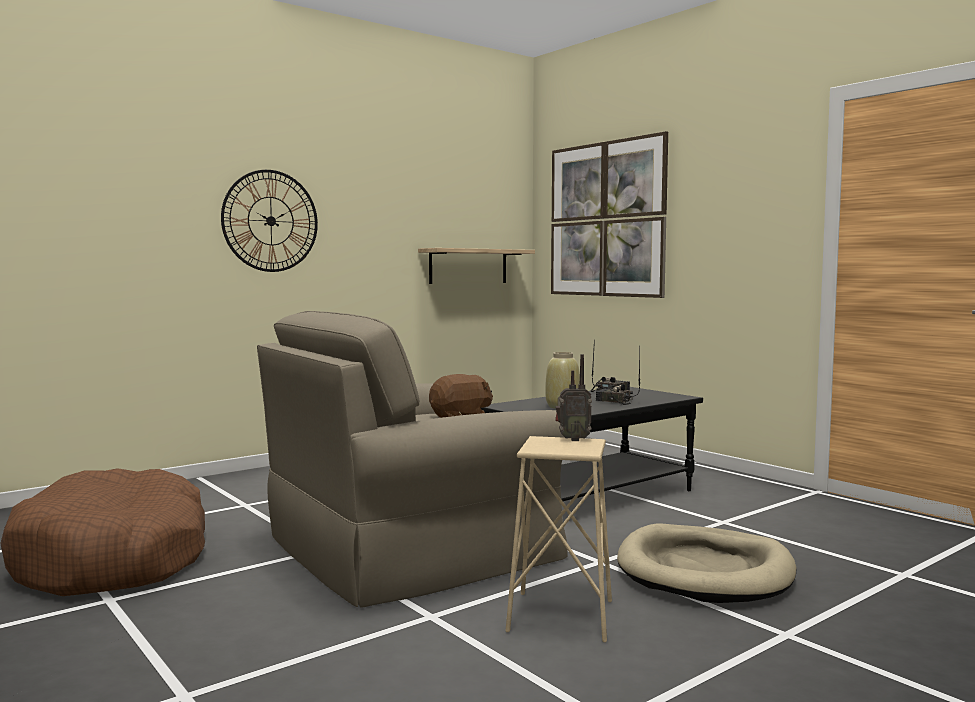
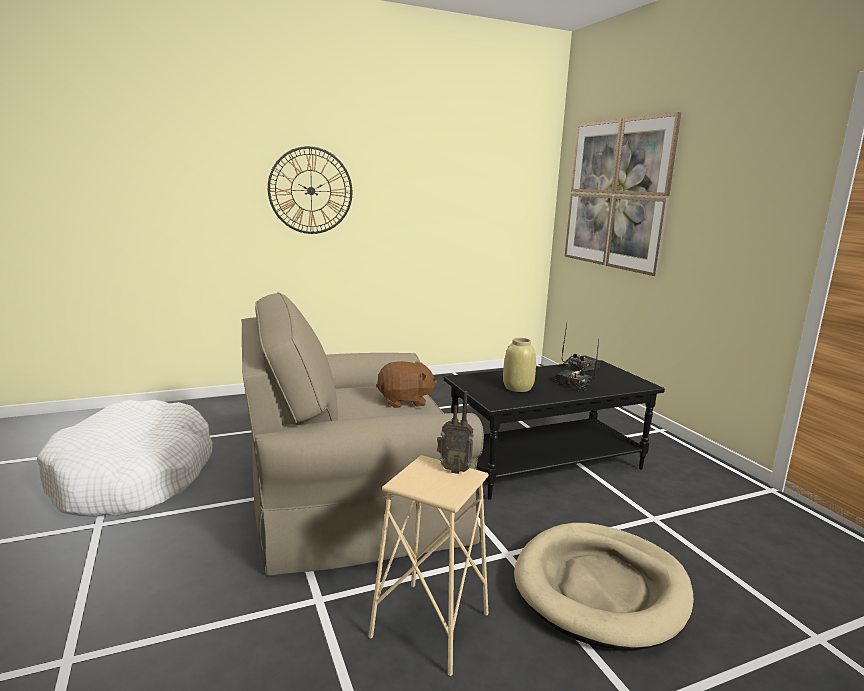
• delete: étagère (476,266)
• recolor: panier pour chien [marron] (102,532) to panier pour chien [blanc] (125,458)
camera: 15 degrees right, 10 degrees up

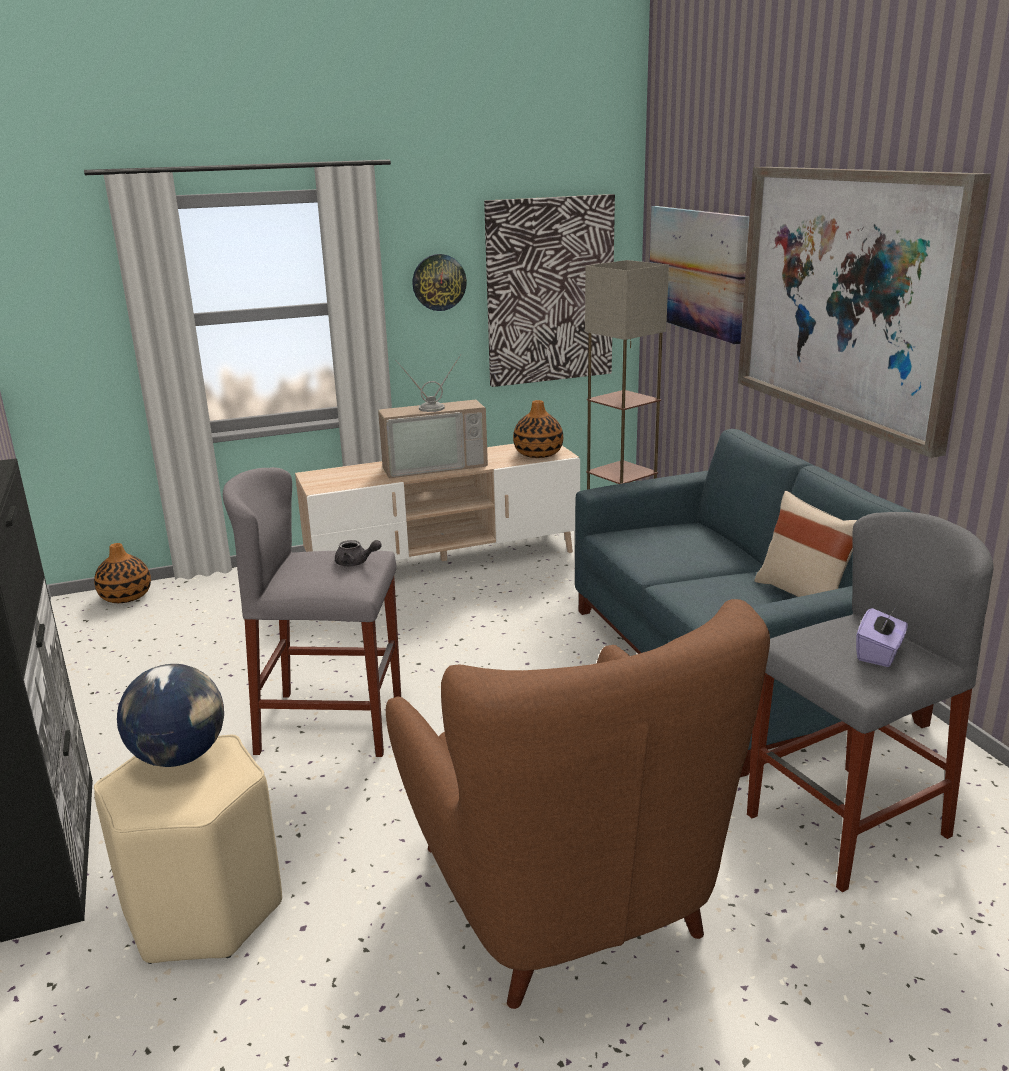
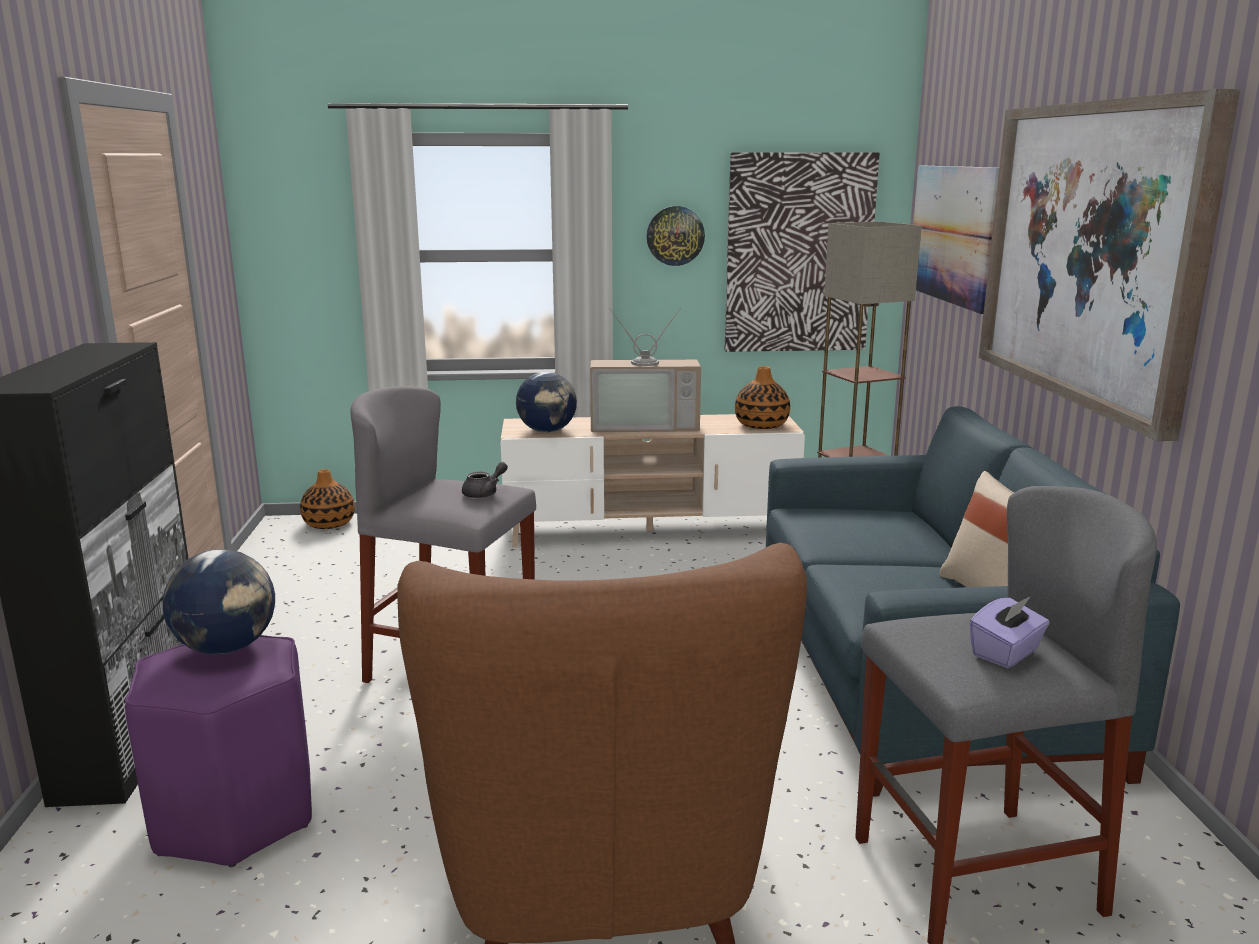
• insert: globe (546,402)
• recolor: tabouret [beige] (188,849) to tabouret [violet] (218,751)
• rotate: théière [gris] (358,553) = (485,480) 75 degrees counterclockwise
camera: 15 degrees right, 5 degrees down

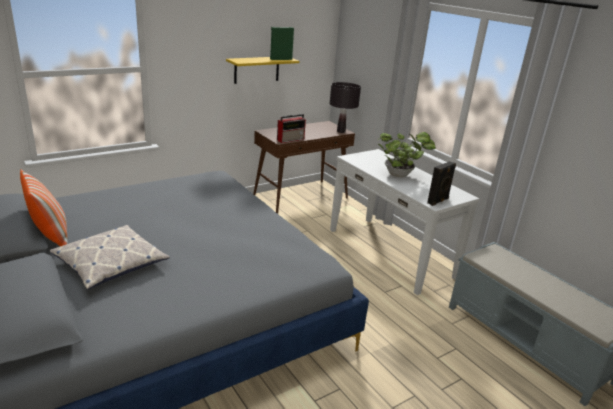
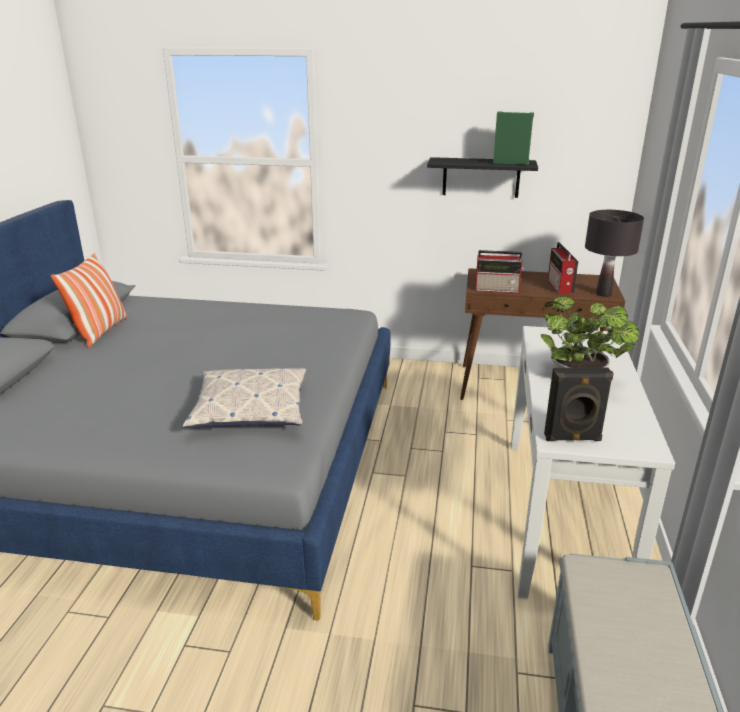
• insert: radio (563,268)
• move: coussin (110,257) to (244,398)
• recolor: étagère [jaune] (262,70) to étagère [noir] (482,177)
camera: 45 degrees right, 0 degrees up

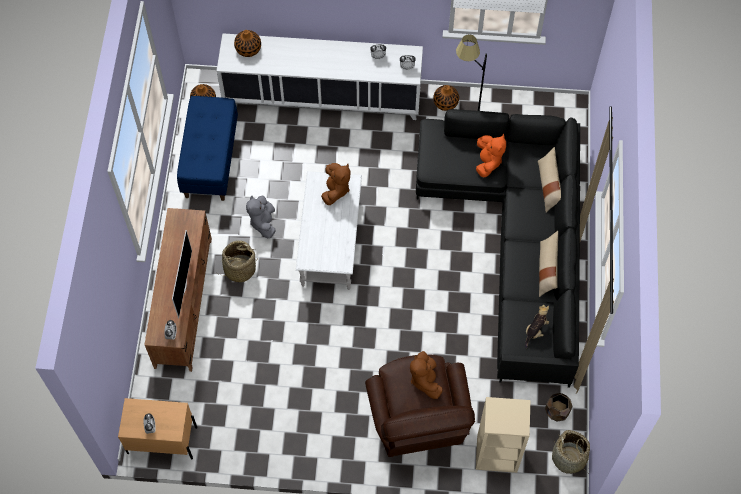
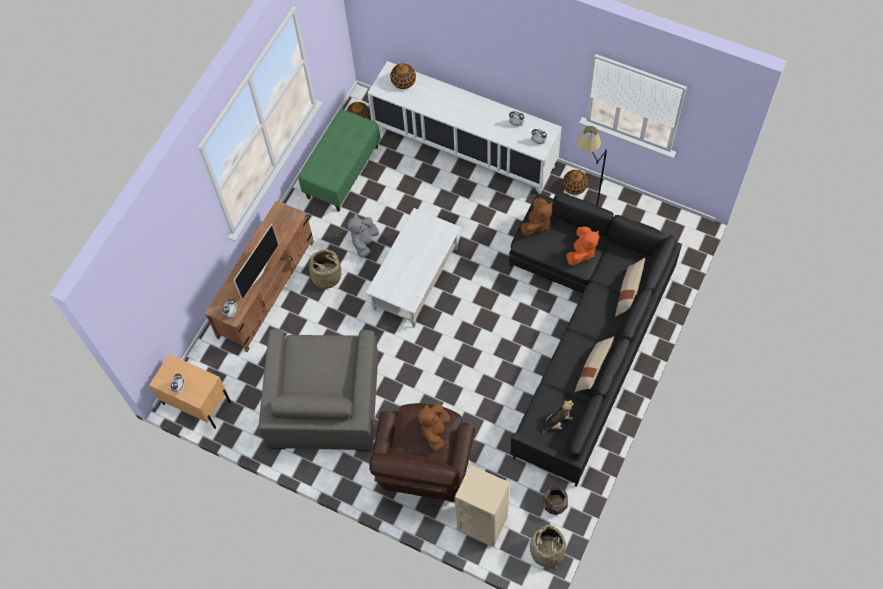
• insert: fauteuil [gris] (318,390)
• move: peluche [marron] (335,184) to (536,217)
• recolor: banc [bleu] (207,148) to banc [vert] (340,160)
camera: 25 degrees right, 0 degrees up

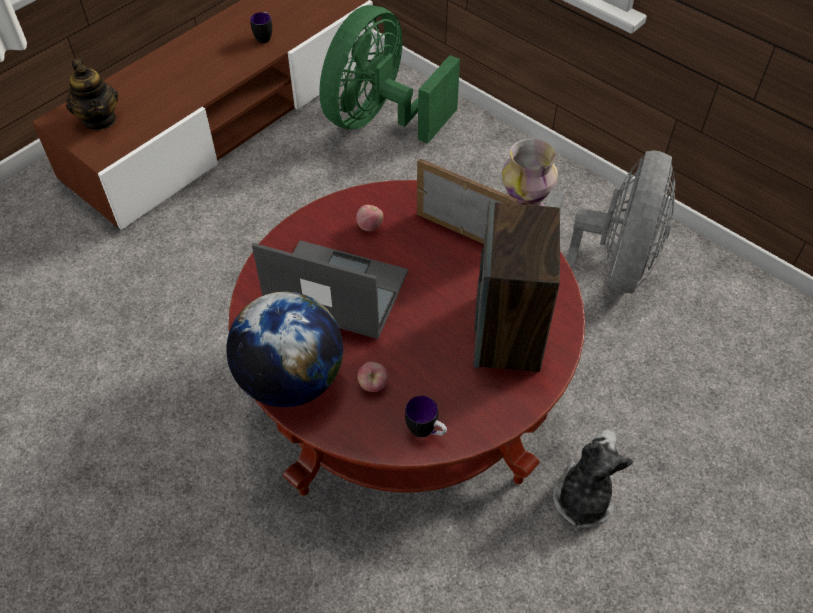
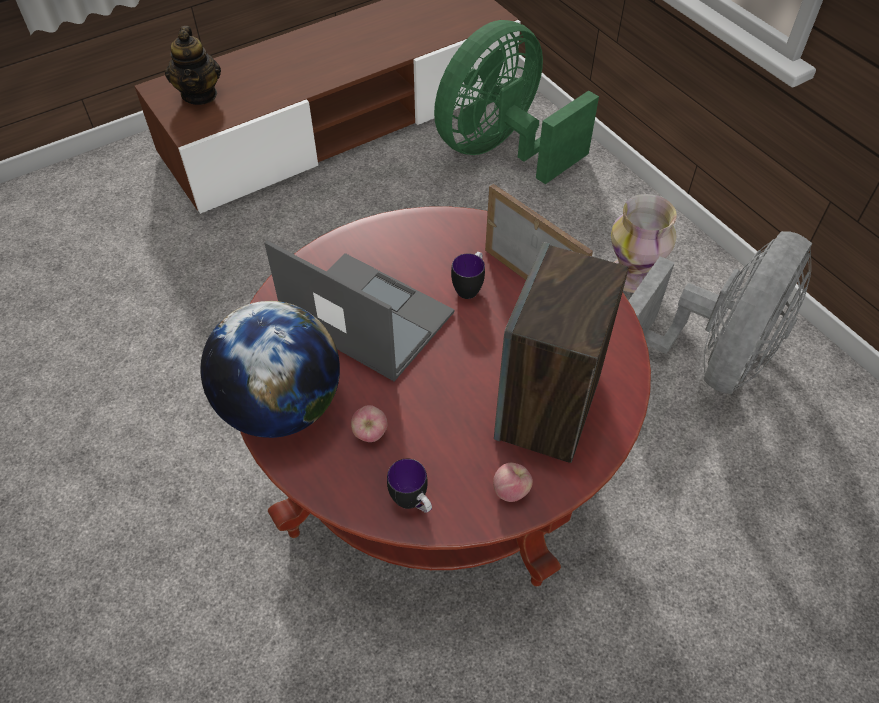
• delete: peluche (593,480)
• move: mug (261,27) to (468,275)
• move: pomme (369,218) to (513,482)
camera: 15 degrees right, 0 degrees up

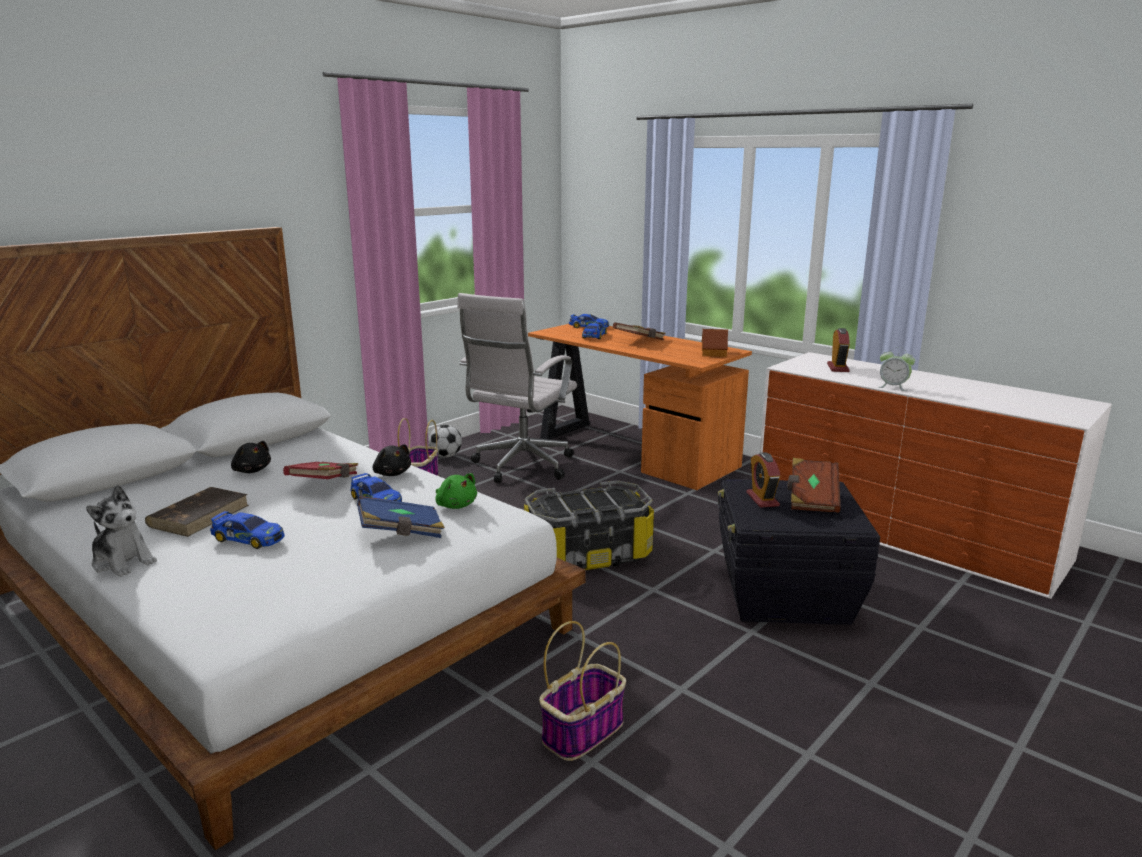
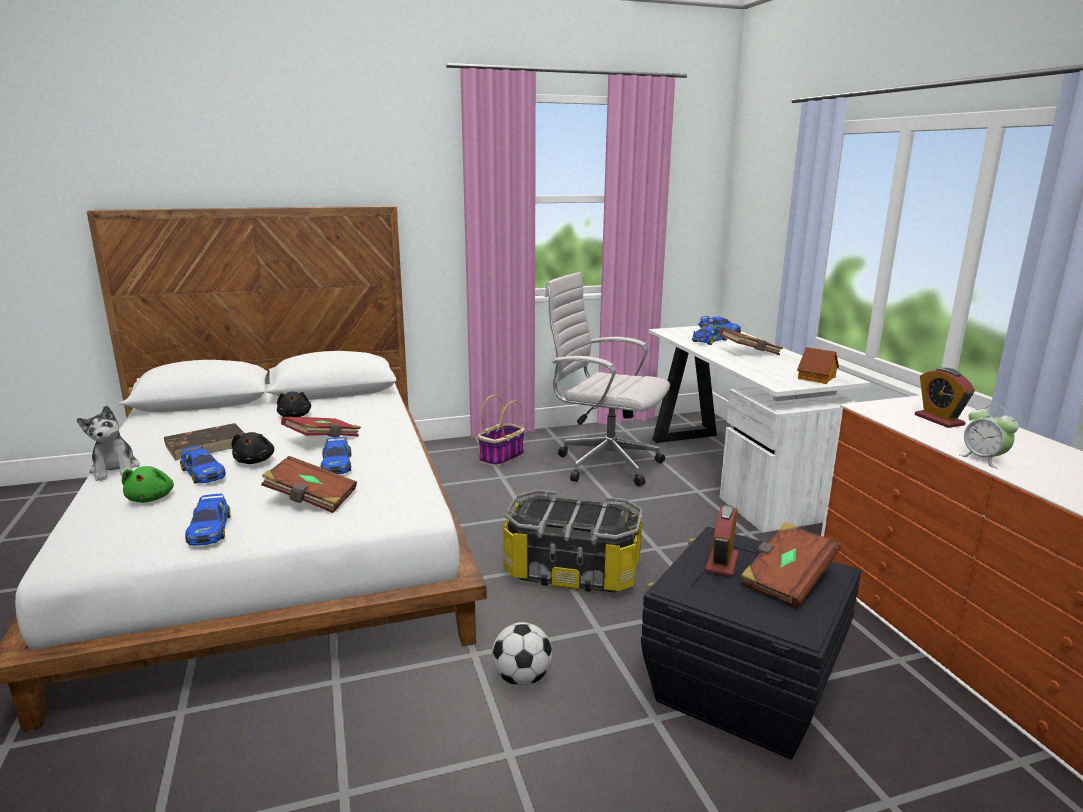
• delete: panier (582,691)
• insert: petite voiture (208,519)
• move: peluche [noir] (392,460) to (253,448)
• move: ballon de foot (445,441) to (522,654)
• move: peluche [vert] (456,491) to (148,484)
• recolor: livre [bleu] (401,517) to livre [marron] (309,484)
• recolor: bureau [orange] (640,407) to bureau [blanc] (759,429)
• rotate: chaise de bureau [blanc] (517,388) = (607,379) 60 degrees clockwise
• rotate: réveil (838,350) = (945,398) 120 degrees clockwise
camera: 30 degrees right, 0 degrees up

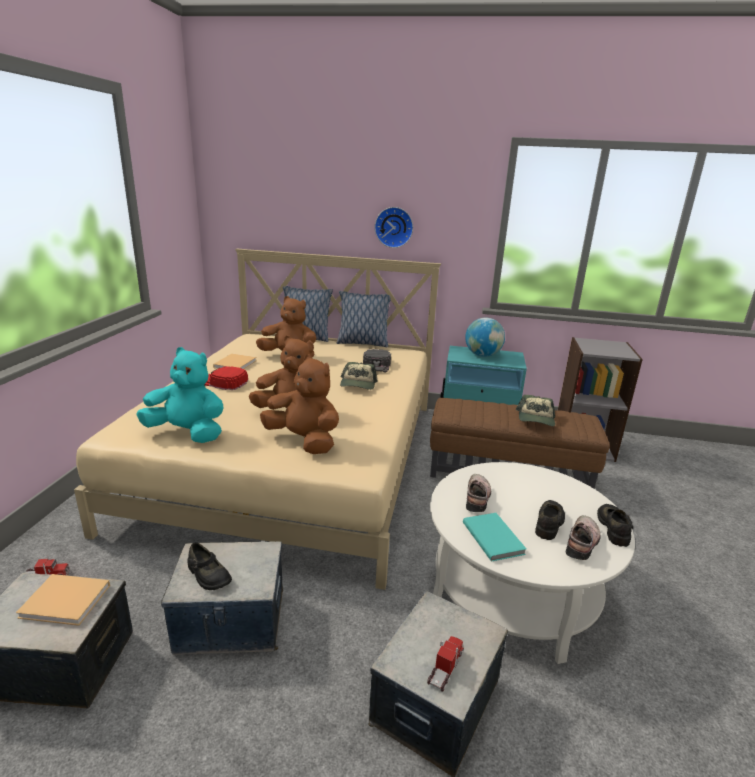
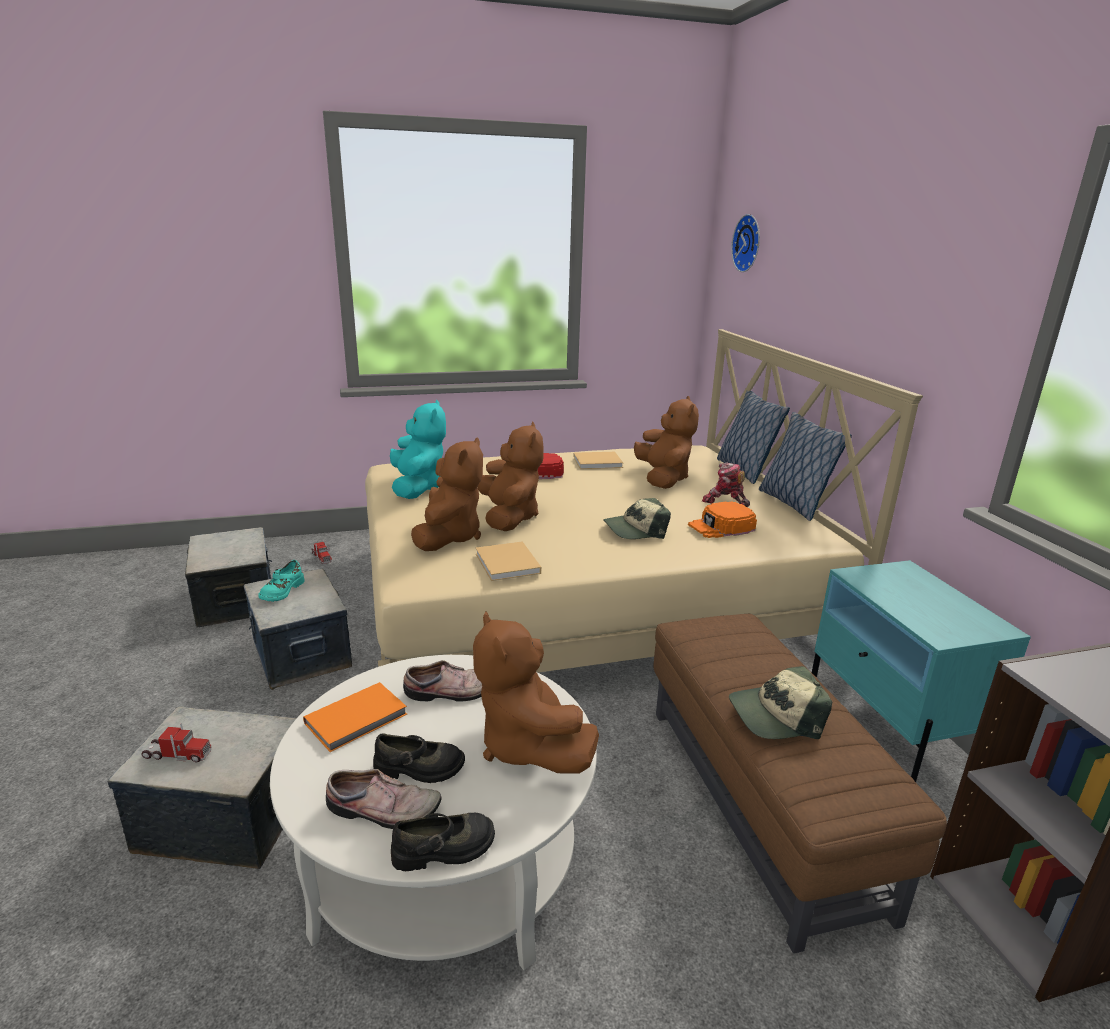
• delete: globe (485,337)
• insert: peluche [marron] (536,692)
• insert: robot jouet (726,484)
• move: livre [beige] (63,600) to (508,561)
• move: horloge murale (394,227) to (745,243)
• recolor: chaussure [noir] (210,566) to chaussure [turquoise] (281,581)
• recolor: casquette [noir] (377,360) to casquette [orange] (722,519)
• recolor: livre [turquoise] (494,537) to livre [orange] (355,717)
camera: 65 degrees right, 0 degrees up

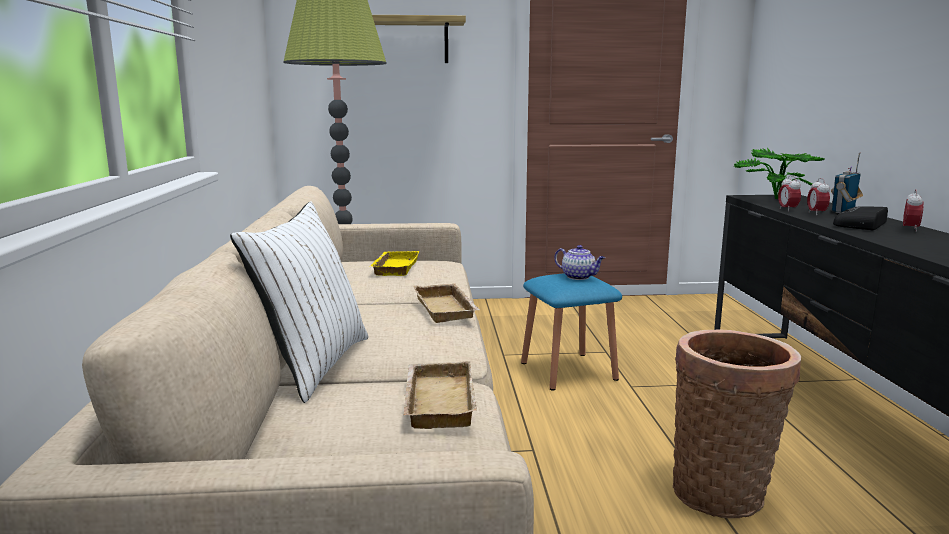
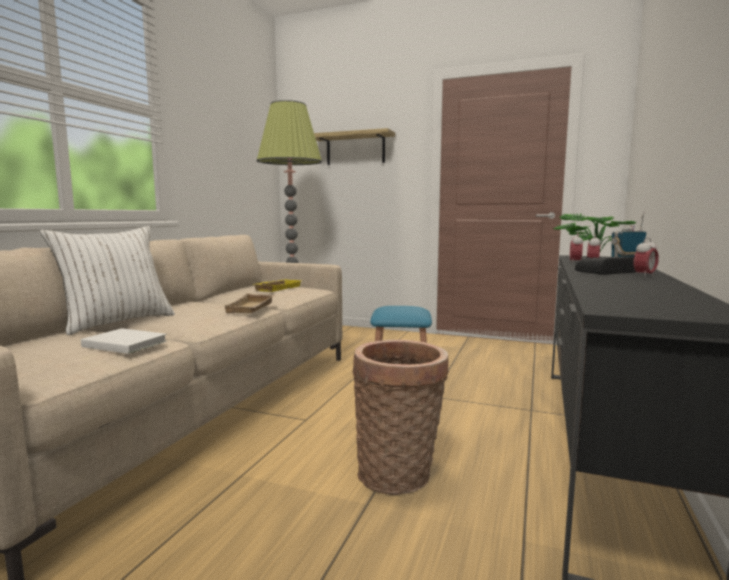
• delete: théière (579,262)
• replace: plateau [beige] (440,395) to livre [blanc] (124,341)
camera: 25 degrees right, 5 degrees down

